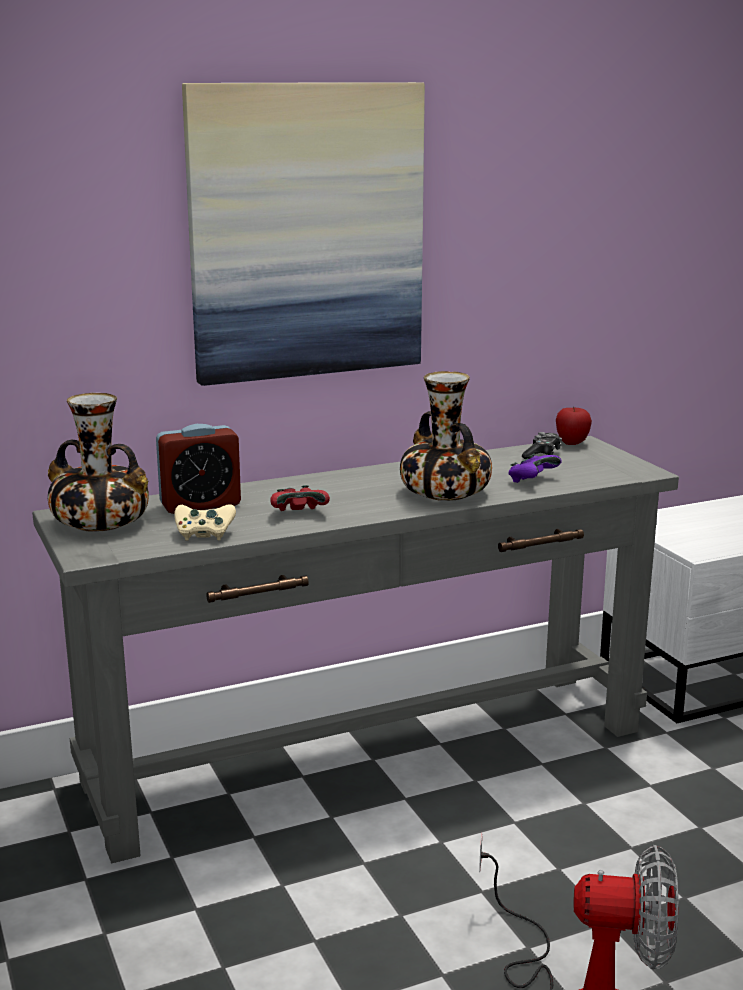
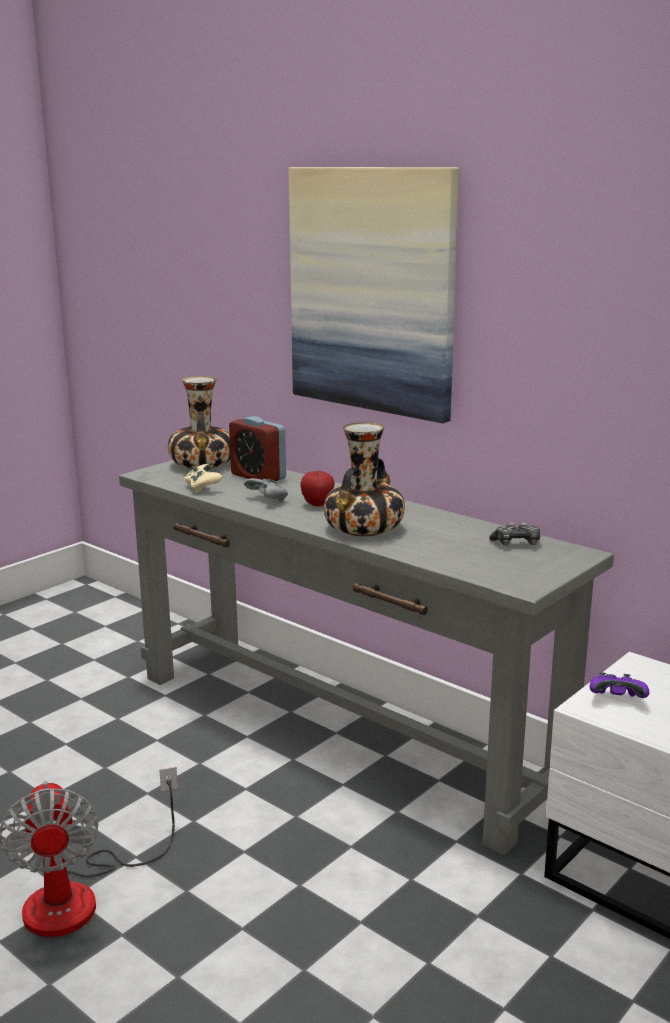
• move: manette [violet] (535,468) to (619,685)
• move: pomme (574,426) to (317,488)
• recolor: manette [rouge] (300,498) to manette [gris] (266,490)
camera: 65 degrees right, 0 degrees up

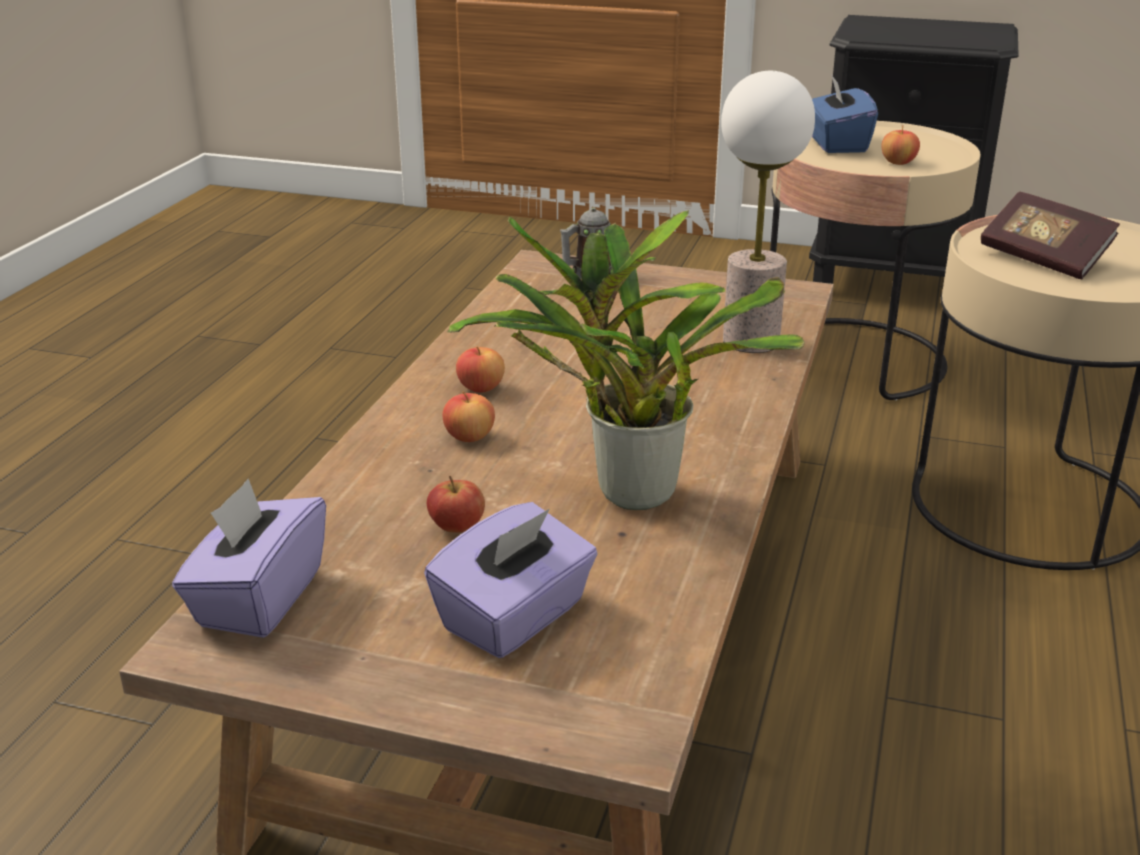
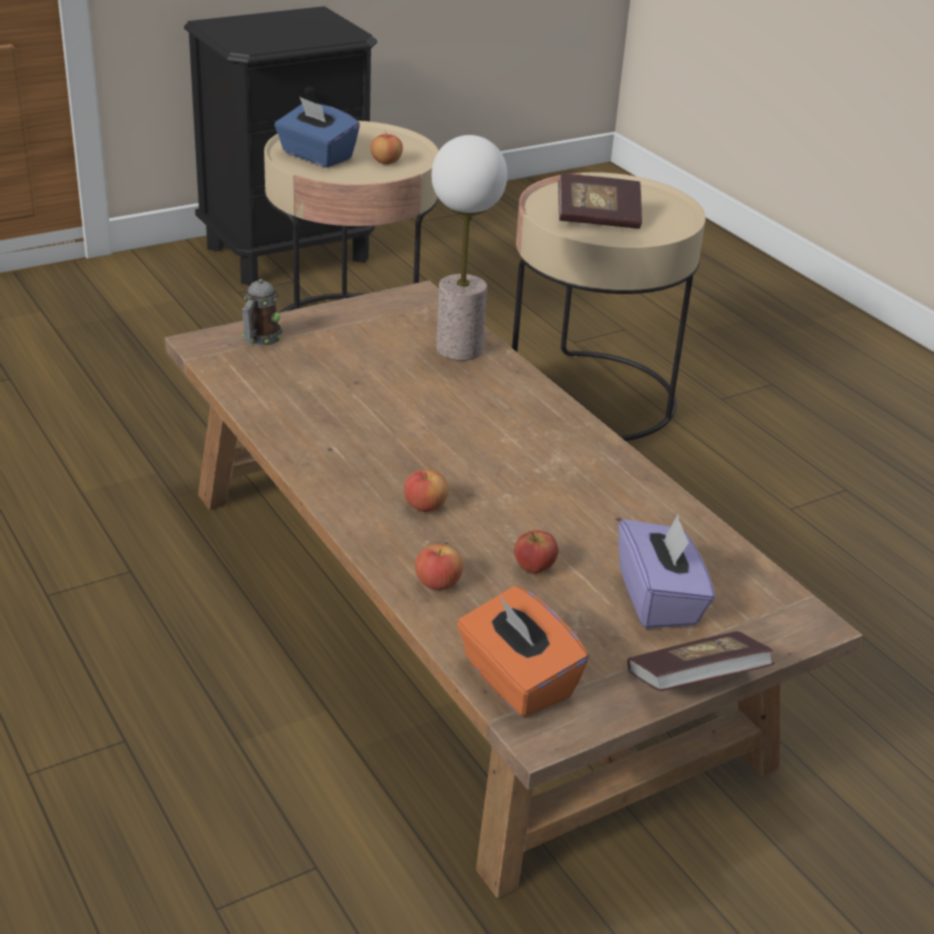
• delete: plante en pot (626,360)
• insert: livre (701,661)
• move: pomme (480,369) to (439,567)
• recolor: boîte à mouchoirs [violet] (249,558) to boîte à mouchoirs [orange] (523,651)
camera: 50 degrees left, 5 degrees up

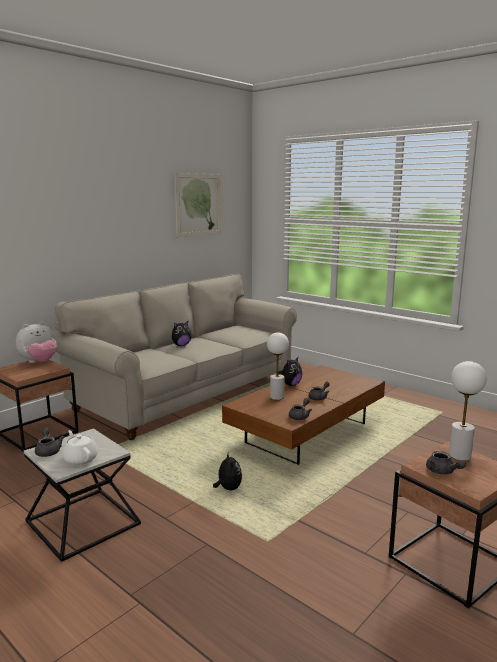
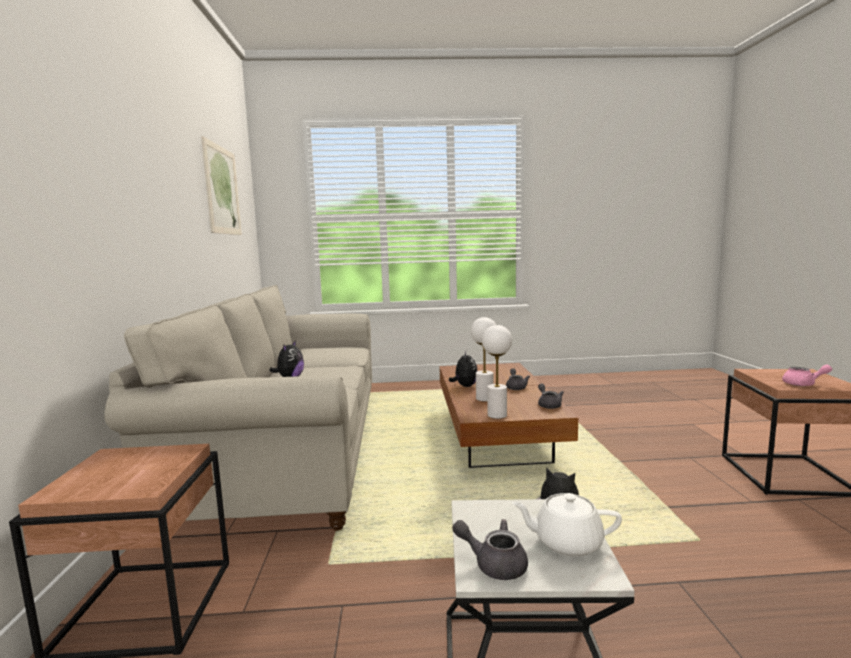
• delete: peluche (36,342)
• move: lampe de table [blanc] (468,411) to (497,372)
• recolor: théière [gris] (446,463) to théière [rose] (807,375)
camera: 45 degrees left, 5 degrees down

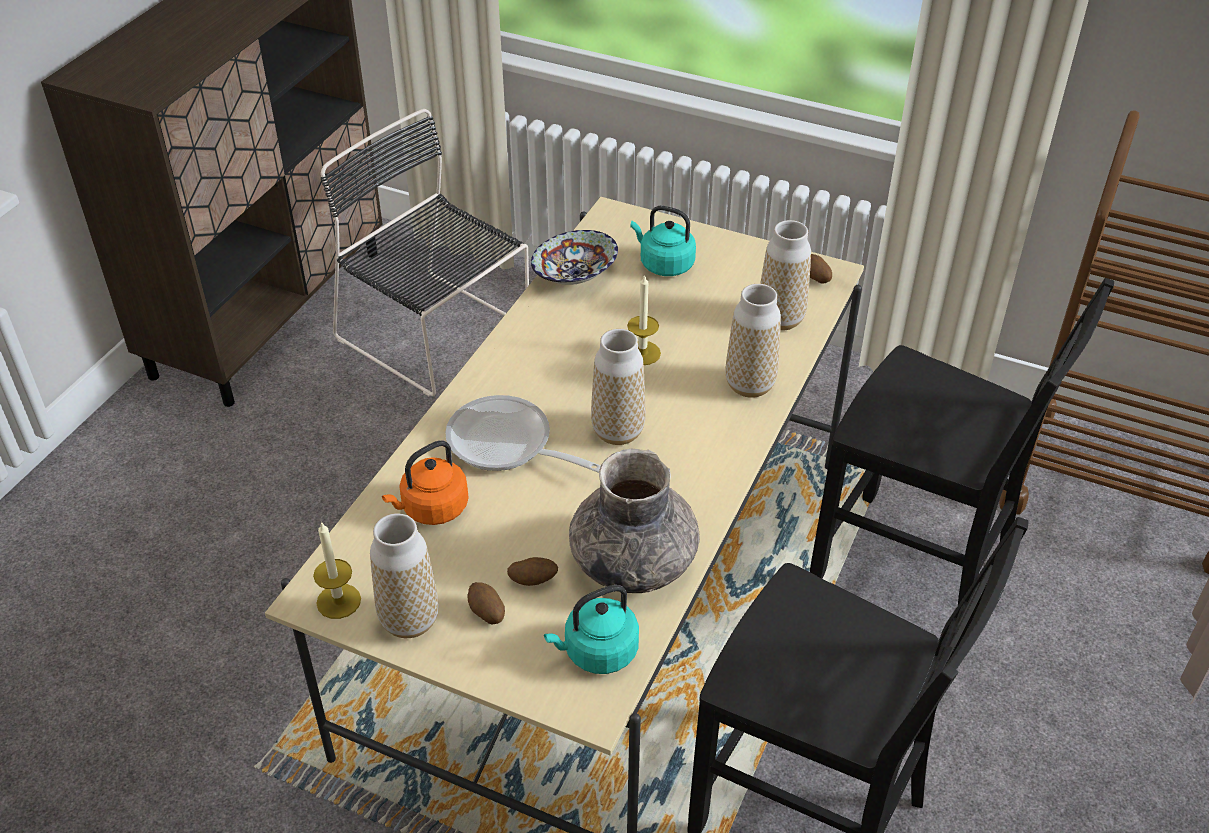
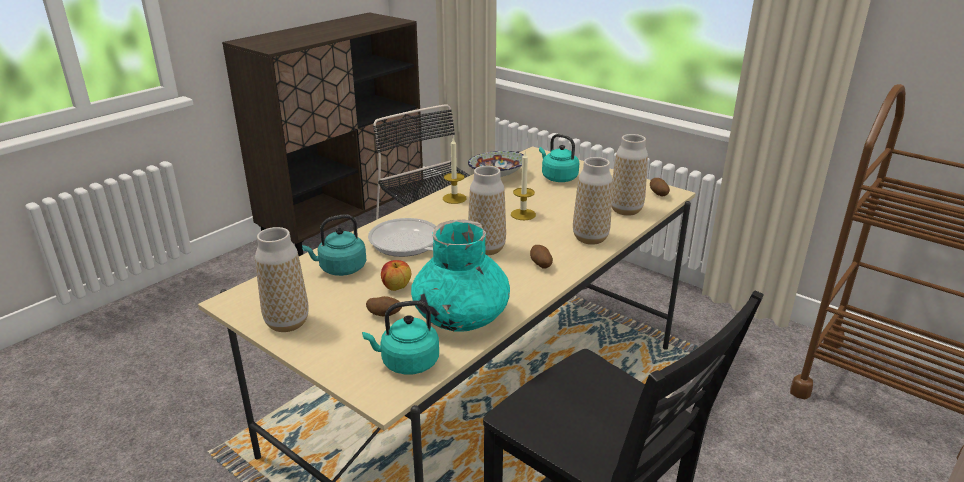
• delete: chaise [noir] (962,441)
• insert: pomme (396,275)
• move: bougie (337,570) to (455,171)
• move: pomme de terre (486,603) to (541,257)
• recolor: bouilloire [orange] (425,482) to bouilloire [turquoise] (334,245)
• recolor: vase [gris] (634,521) to vase [turquoise] (460,276)
camera: 15 degrees right, 15 degrees down

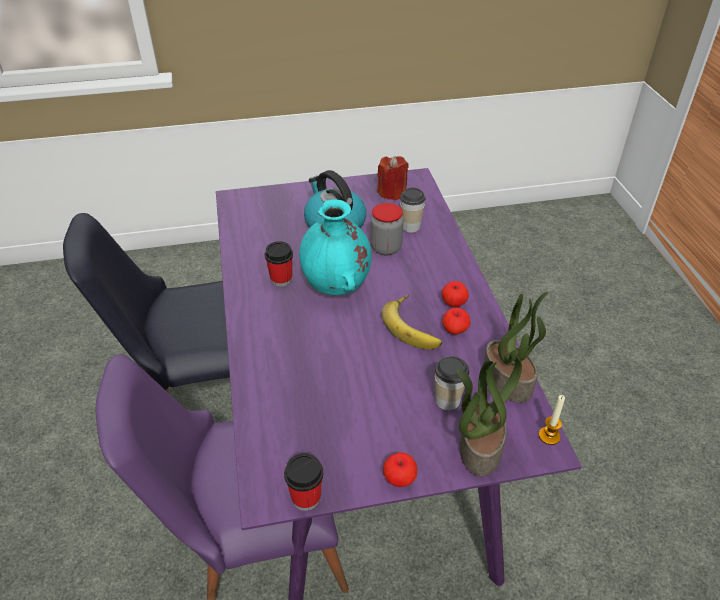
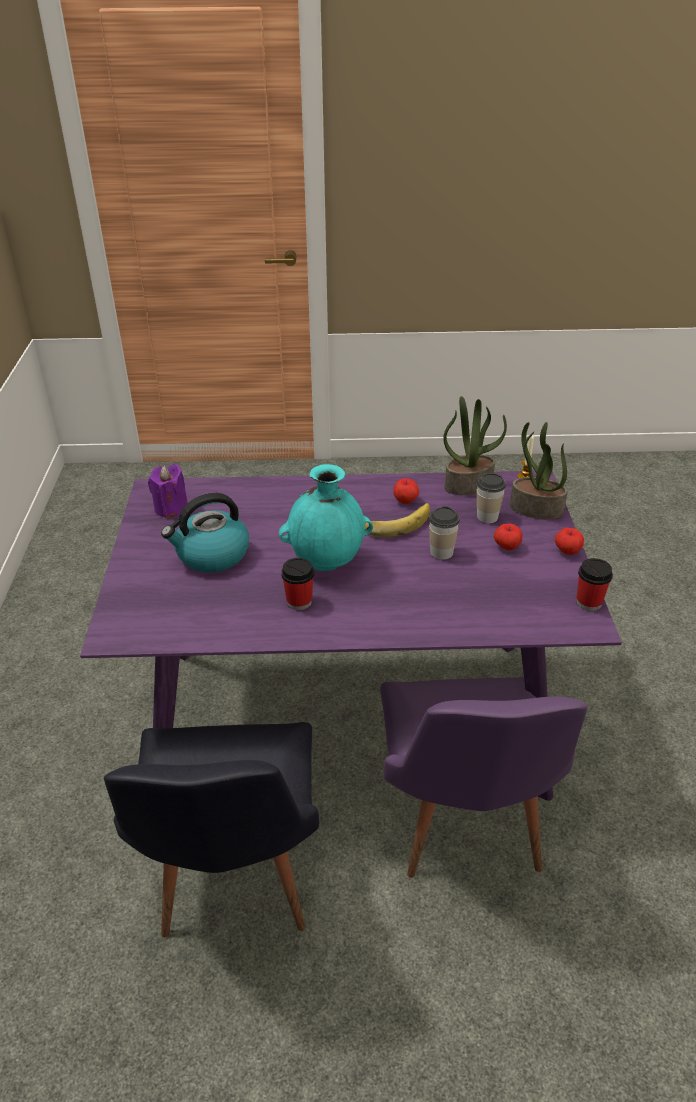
• delete: bocal (387,229)
• move: tasse (413,210) to (444,533)
• move: pomme (455,294) to (508,536)
• recolor: bougie [rouge] (392,178) to bougie [violet] (168,491)
camera: 80 degrees left, 5 degrees down

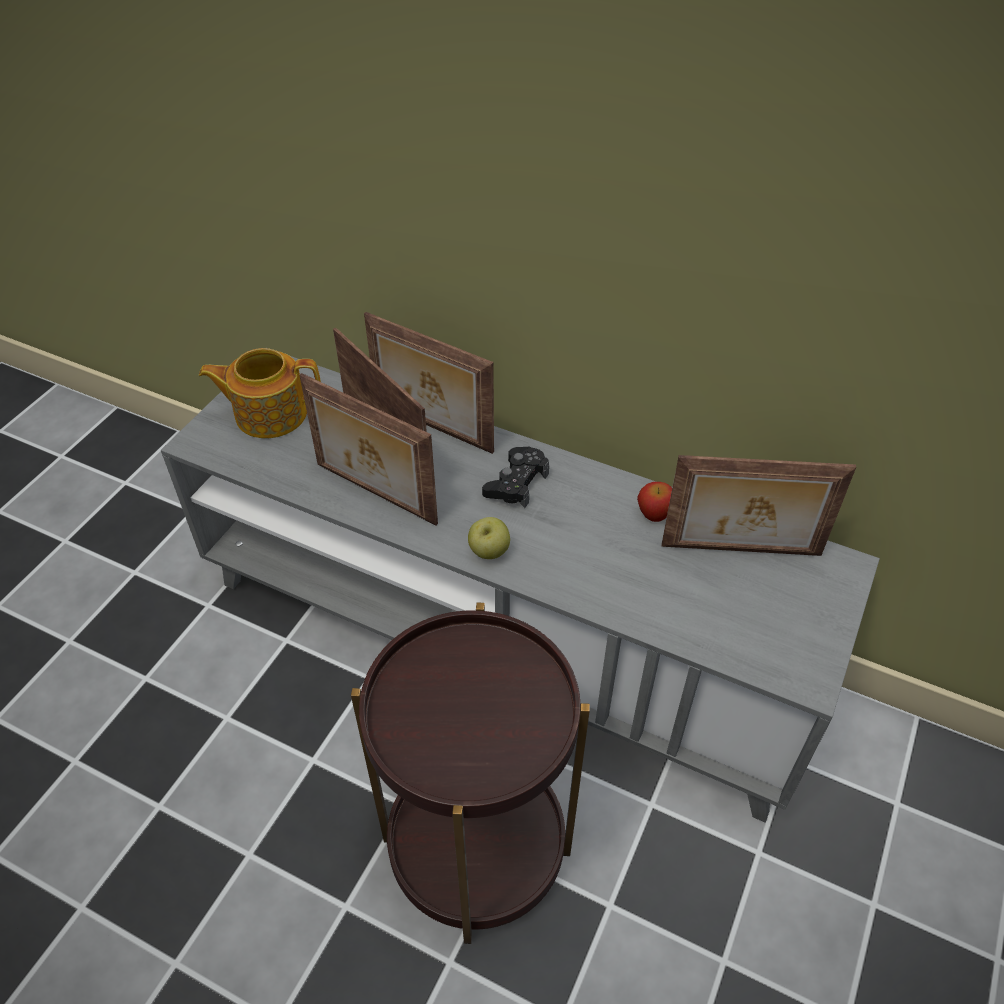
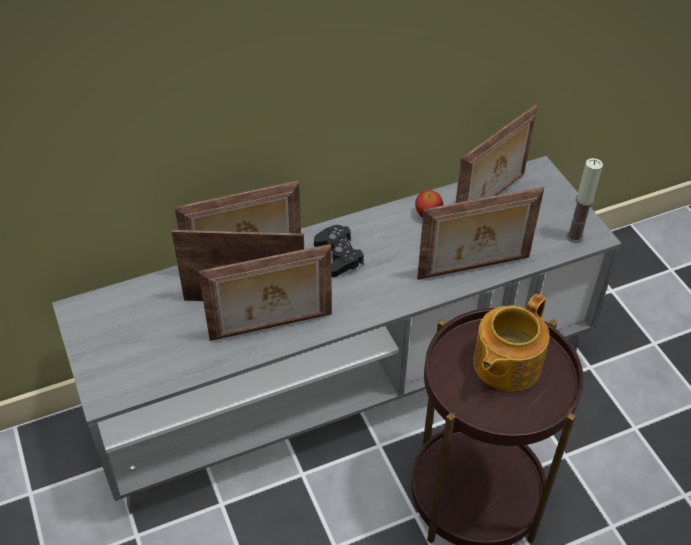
• delete: pomme (489,538)
• insert: cadre photo (480,233)
• insert: bougie (584,200)
• move: théière (260,393) to (511,342)
camera: 50 degrees left, 0 degrees up

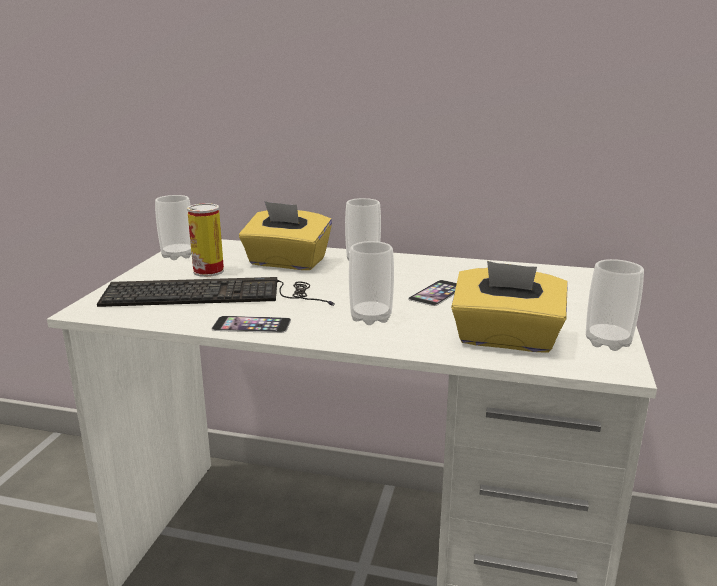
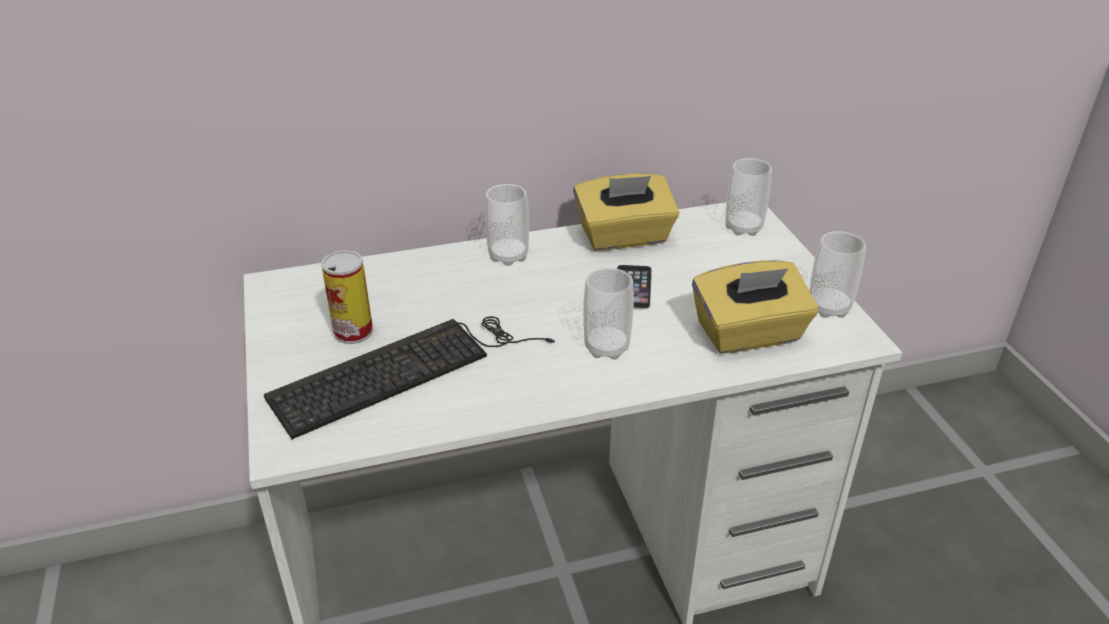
• delete: téléphone (251,324)
• move: tasse (173,227) to (748,197)
• move: boîte à mouchoirs [jaune] (285,235) to (626,212)
camera: 30 degrees left, 15 degrees up

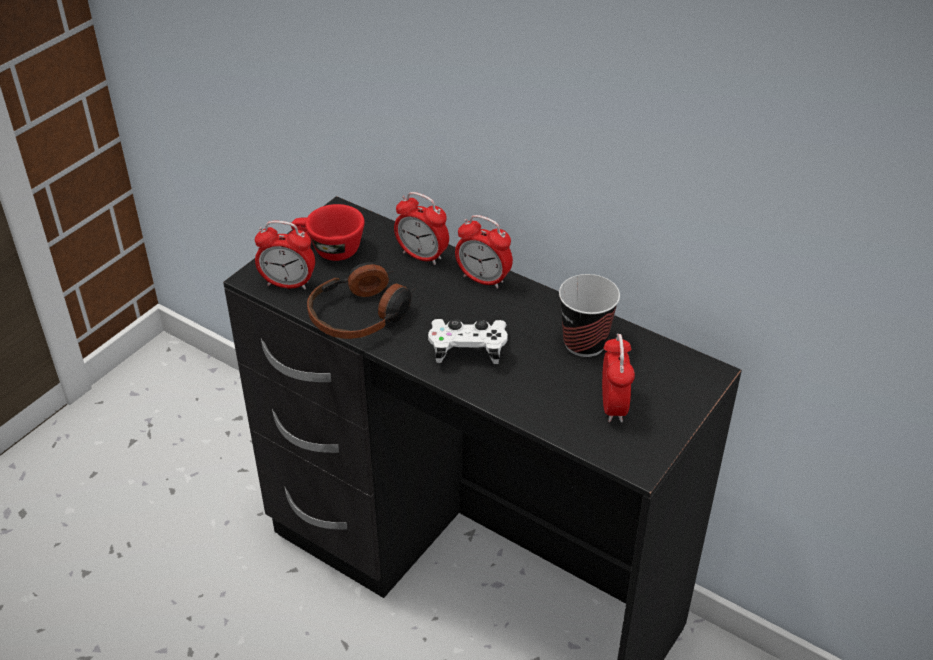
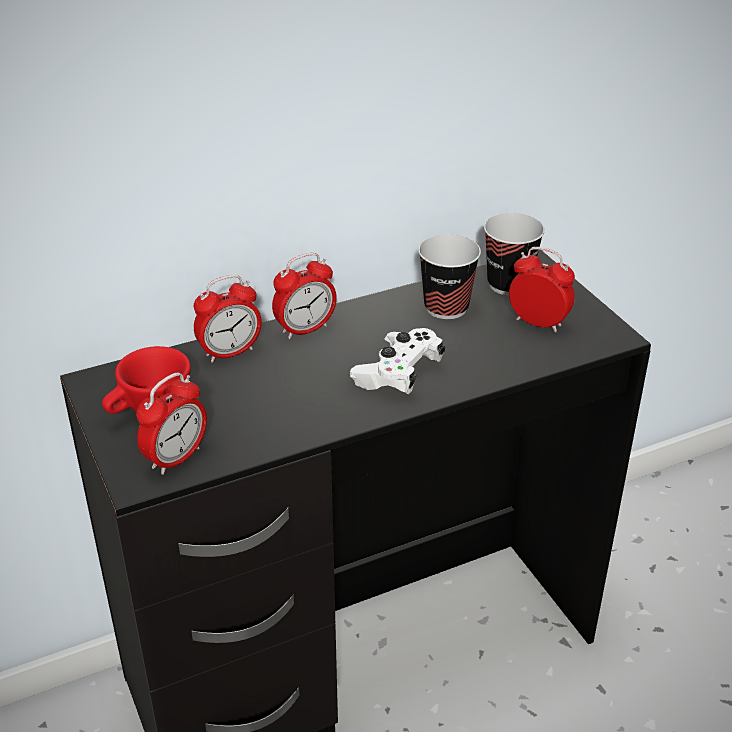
• delete: casque audio (361,300)
• insert: tasse (514,254)
camera: 60 degrees left, 5 degrees down

